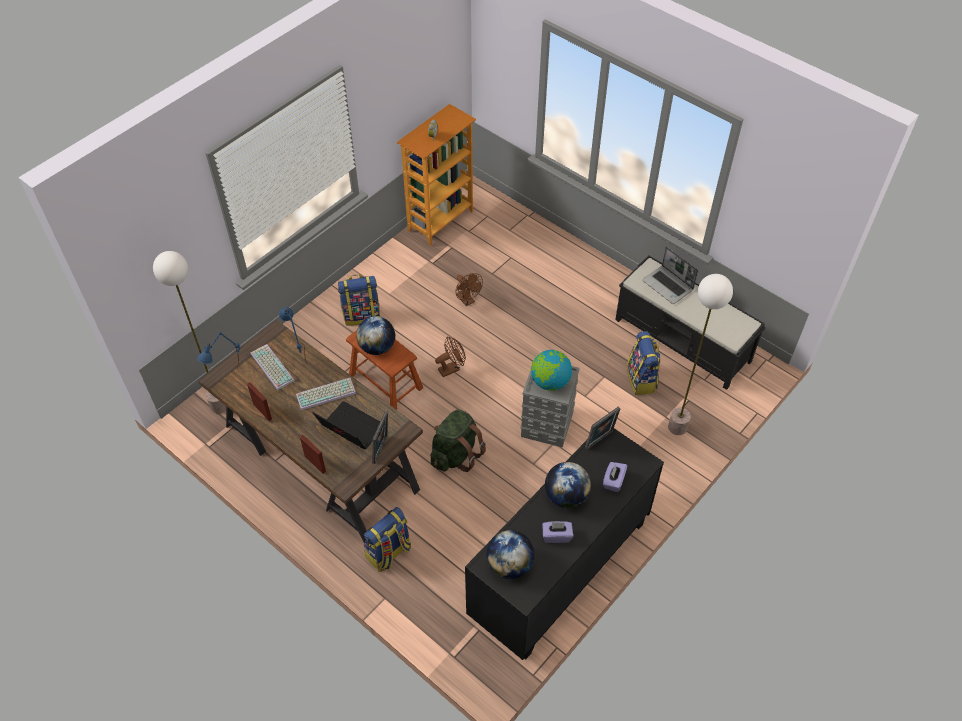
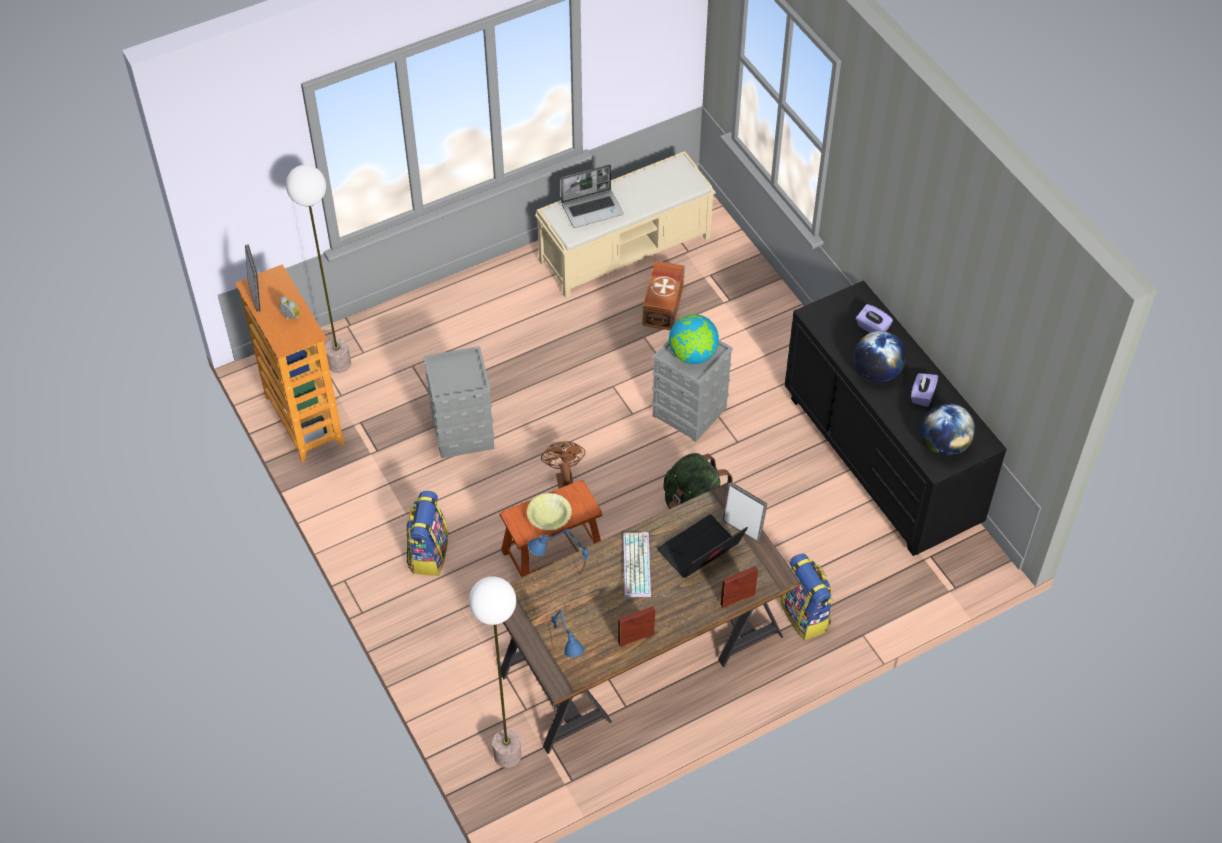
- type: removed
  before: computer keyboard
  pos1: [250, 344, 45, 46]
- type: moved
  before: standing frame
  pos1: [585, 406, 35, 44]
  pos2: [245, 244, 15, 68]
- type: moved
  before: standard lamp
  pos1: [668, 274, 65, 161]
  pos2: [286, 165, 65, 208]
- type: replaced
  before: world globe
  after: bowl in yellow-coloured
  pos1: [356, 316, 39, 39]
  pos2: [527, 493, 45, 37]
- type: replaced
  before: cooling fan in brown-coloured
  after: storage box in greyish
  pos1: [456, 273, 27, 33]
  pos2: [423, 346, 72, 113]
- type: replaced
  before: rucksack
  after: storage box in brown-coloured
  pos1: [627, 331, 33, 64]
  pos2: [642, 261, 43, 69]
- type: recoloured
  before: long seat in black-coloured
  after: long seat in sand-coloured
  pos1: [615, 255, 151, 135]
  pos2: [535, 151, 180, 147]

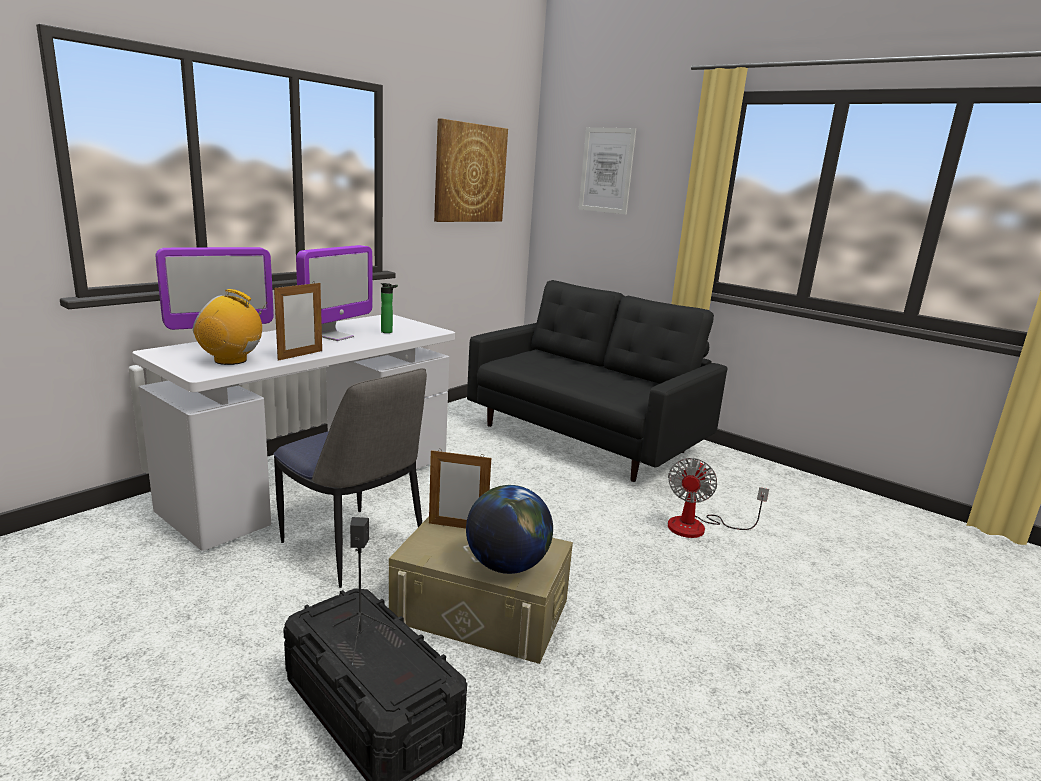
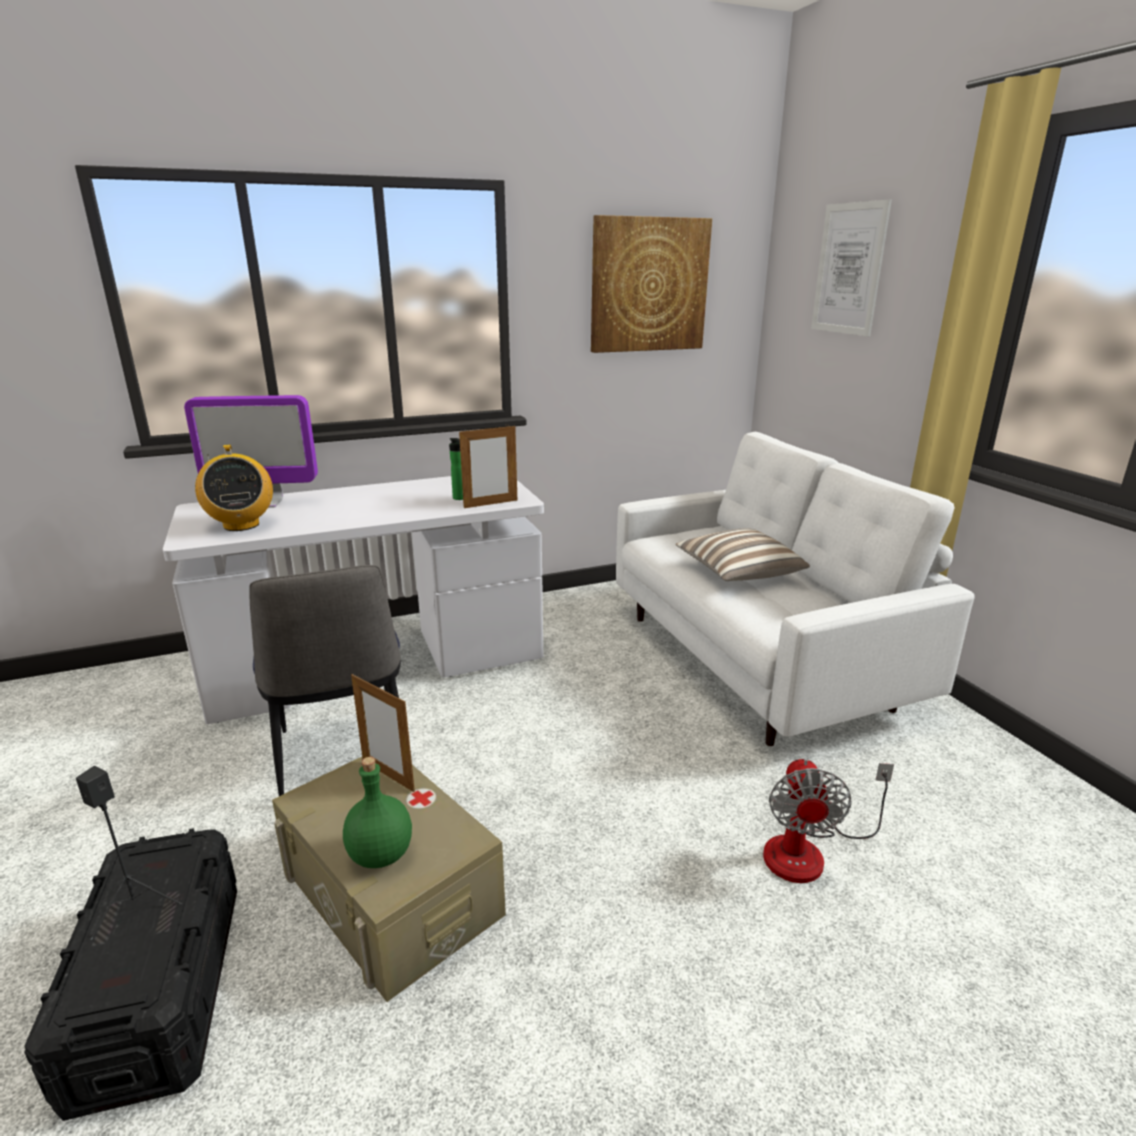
- type: removed
  before: computer screen
  pos1: [296, 245, 77, 96]
- type: added
  after: throw pillow
  pos2: [676, 528, 134, 53]
- type: moved
  before: standing frame
  pos1: [274, 281, 48, 80]
  pos2: [459, 426, 58, 82]
- type: replaced
  before: world globe
  after: drink bottle in greenish
  pos1: [466, 485, 87, 89]
  pos2: [343, 757, 69, 111]
- type: recoloured
  before: couch in black-coloured
  after: couch in white-coloured
  pos1: [467, 280, 260, 202]
  pos2: [616, 432, 359, 314]
- type: turned
  before: radio receiver
  pos1: [193, 289, 75, 76]
  pos2: [195, 445, 78, 86]
  turn: -150
- type: turned
  before: cooling fan
  pos1: [668, 458, 101, 80]
  pos2: [763, 758, 131, 125]
  turn: -45

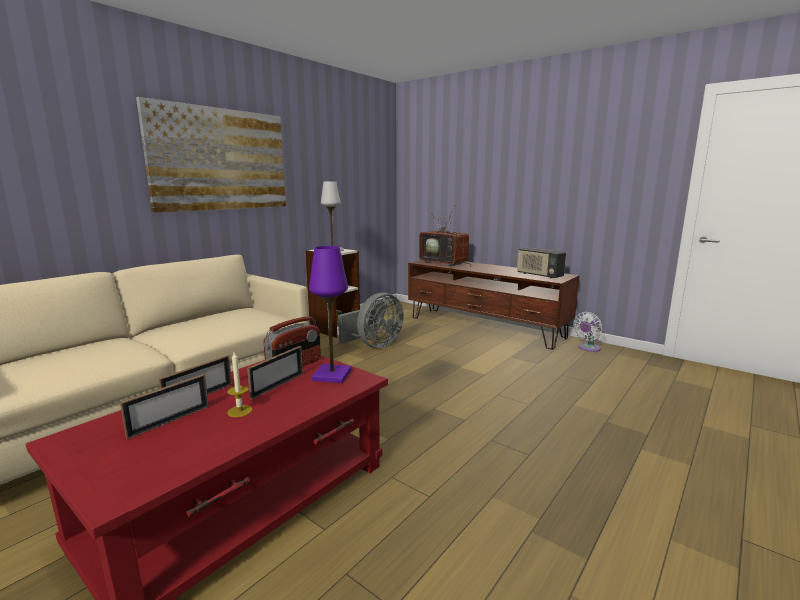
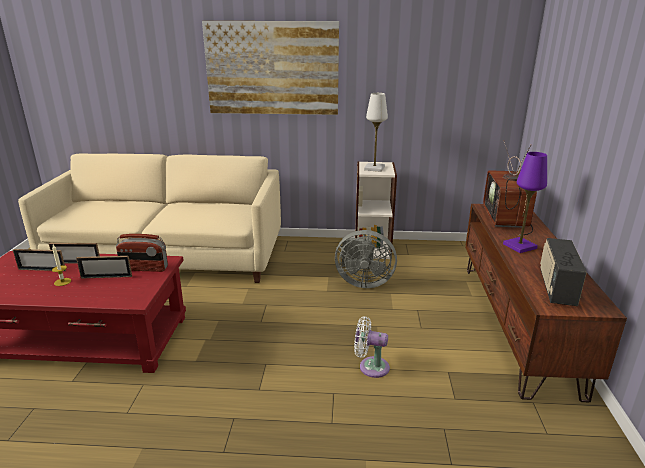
- type: moved
  before: table lamp in purplish
  pos1: [309, 246, 42, 137]
  pos2: [503, 152, 44, 101]
- type: moved
  before: cooling fan in white-coloured
  pos1: [573, 312, 29, 40]
  pos2: [354, 316, 36, 62]

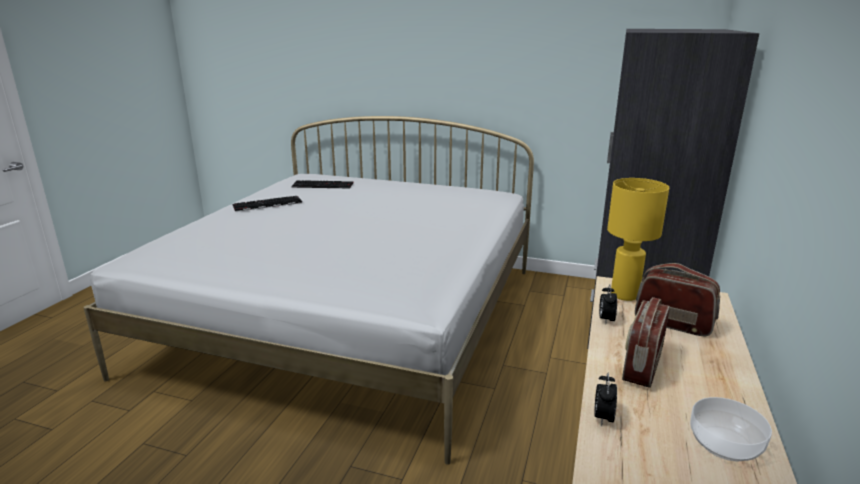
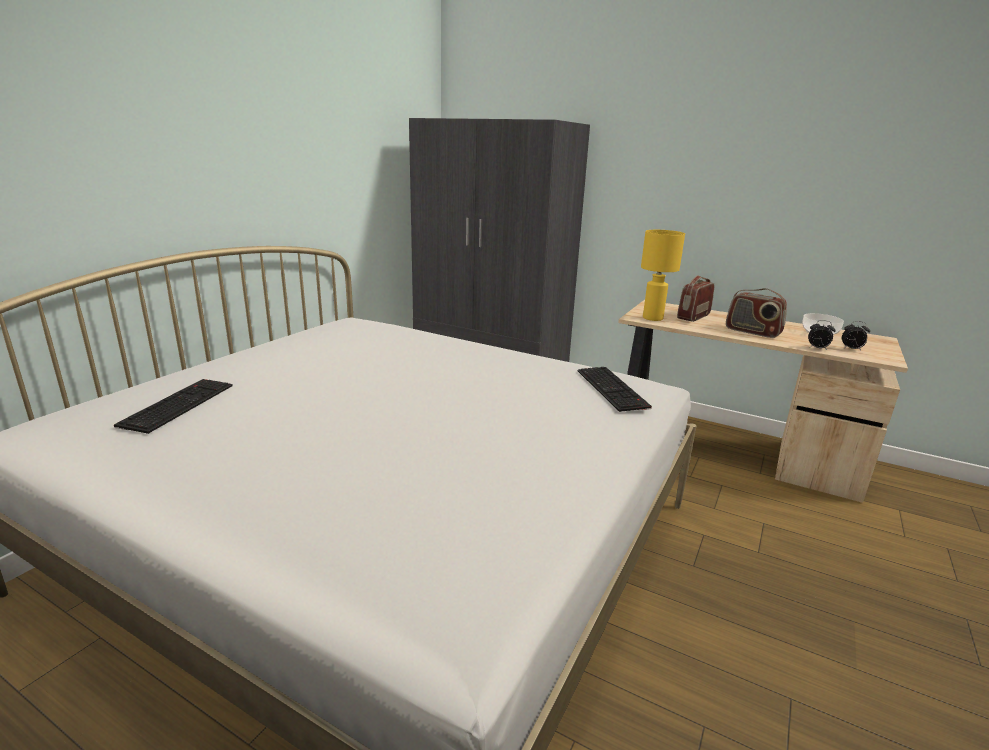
- type: moved
  before: computer keyboard
  pos1: [232, 196, 70, 16]
  pos2: [578, 367, 74, 45]
- type: moved
  before: alarm clock
  pos1: [599, 284, 18, 40]
  pos2: [842, 321, 28, 30]

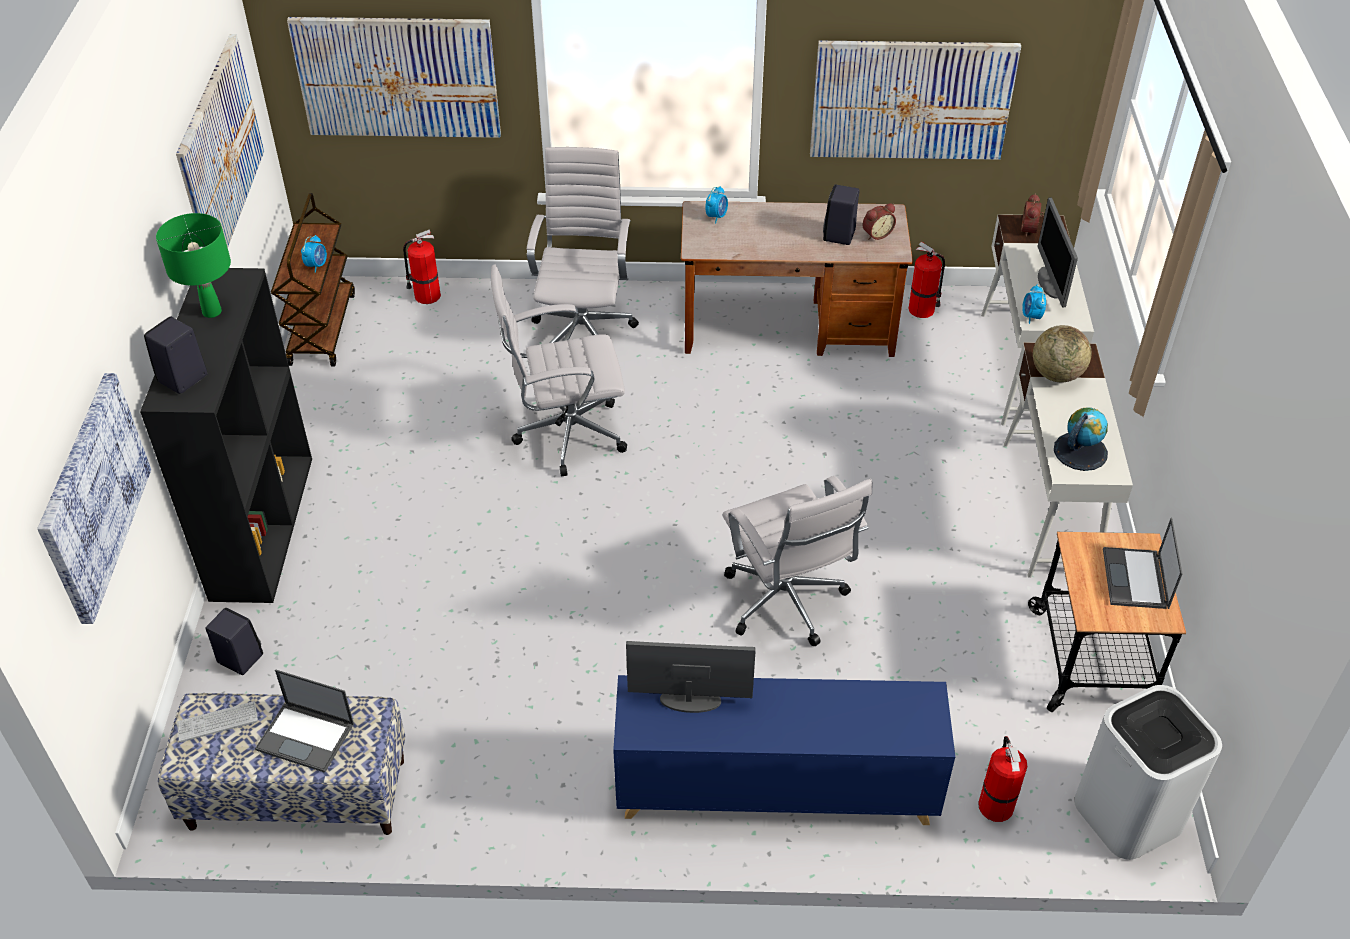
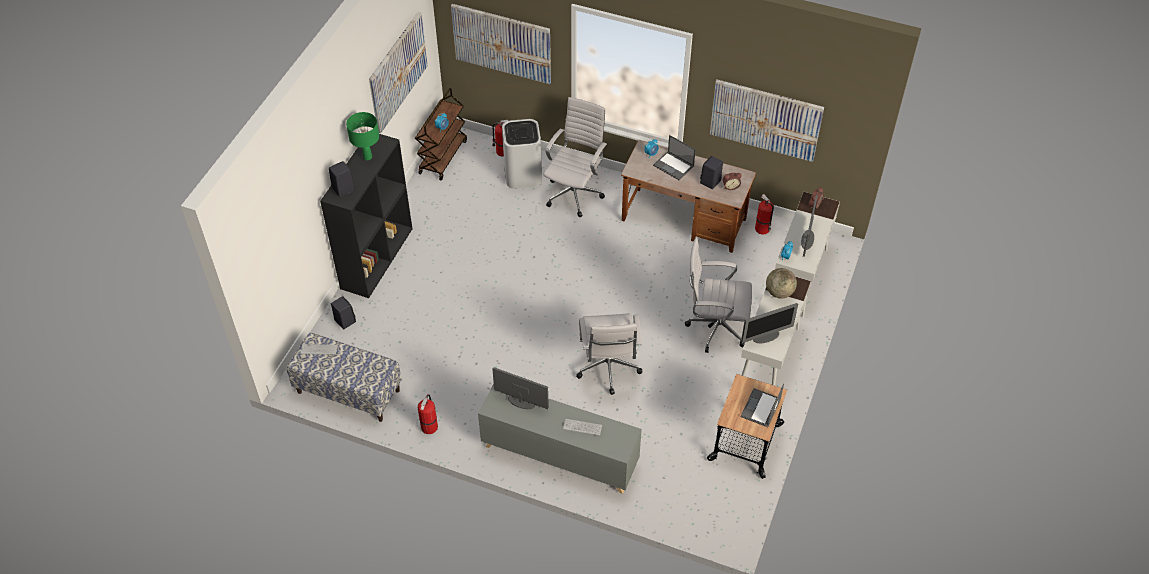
- type: removed
  before: wall art
  pos1: [37, 373, 114, 251]
- type: added
  after: computer keyboard
  pos2: [563, 419, 39, 17]
- type: moved
  before: portable computer
  pos1: [255, 669, 99, 104]
  pos2: [653, 135, 43, 45]
- type: moved
  before: office chair in white-coloured
  pos1: [491, 264, 136, 212]
  pos2: [685, 238, 67, 115]
- type: moved
  before: extinguisher
  pos1: [978, 736, 50, 86]
  pos2: [418, 394, 20, 40]
- type: moved
  before: waste bin in white-coloured
  pos1: [1074, 685, 148, 175]
  pos2: [502, 119, 40, 70]
- type: replaced
  before: world globe
  after: computer screen
  pos1: [1054, 407, 54, 64]
  pos2: [741, 303, 57, 40]
- type: recoloured
  before: cupboard in blue-coloured
  after: cupboard in greyish
  pos1: [613, 675, 342, 150]
  pos2: [478, 384, 164, 110]

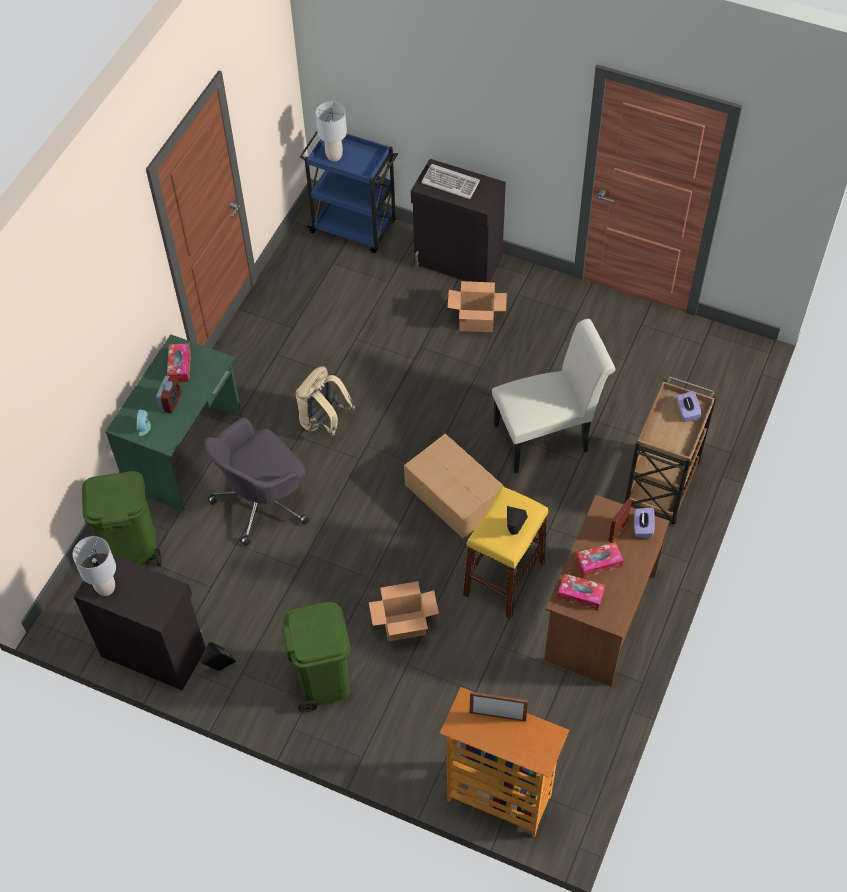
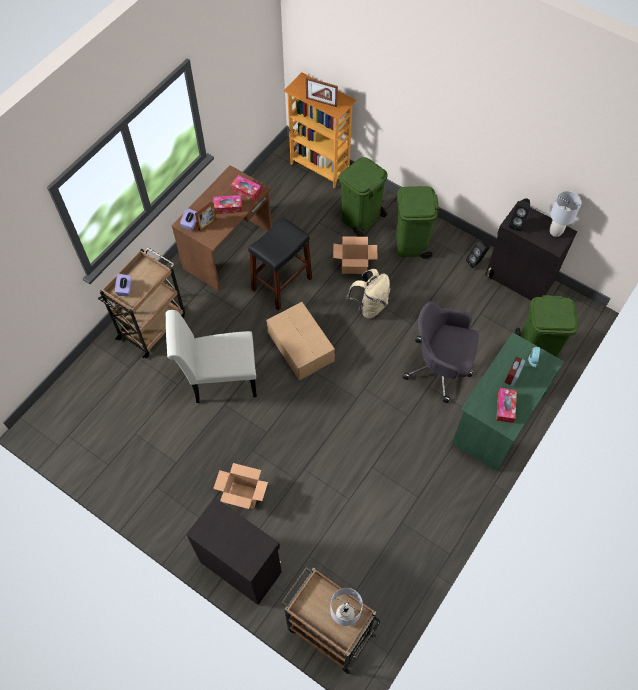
- type: removed
  before: computer keyboard
  pos1: [421, 164, 59, 35]
- type: added
  after: waste bin in greenish
  pos2: [338, 157, 50, 80]
- type: moved
  before: rucksack in sand-coloured
  pos1: [296, 366, 59, 69]
  pos2: [347, 269, 43, 50]
- type: moved
  before: loudspeaker in black-coloured
  pos1: [507, 506, 21, 29]
  pos2: [509, 198, 21, 33]
- type: recoloured
  before: trolley in blue-coloured
  after: trolley in brown-coloured
  pos1: [300, 131, 98, 122]
  pos2: [280, 567, 101, 108]
- type: recoloured
  before: stool seat in yellow-coloured
  after: stool seat in black-coloured
  pos1: [463, 486, 85, 133]
  pos2: [248, 217, 64, 94]
- type: turned
  before: office chair in greyish
  pos1: [204, 418, 105, 128]
  pos2: [403, 301, 76, 102]
  turn: -135

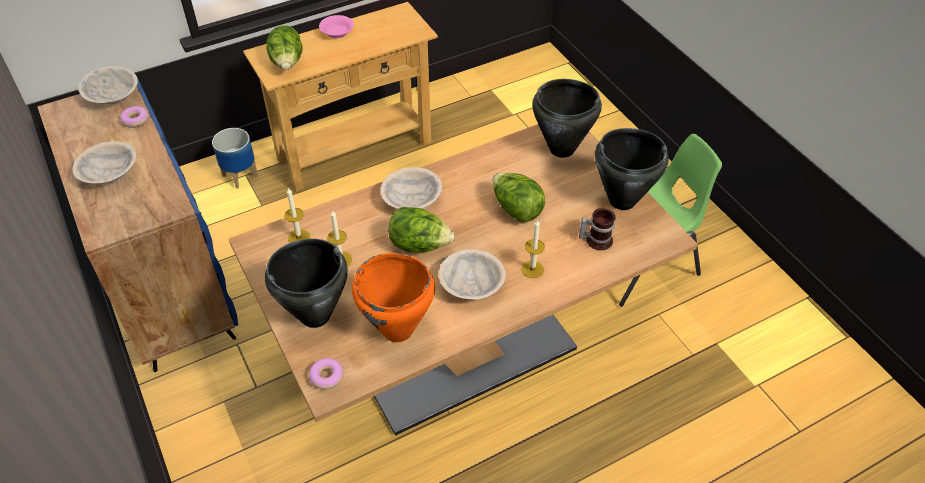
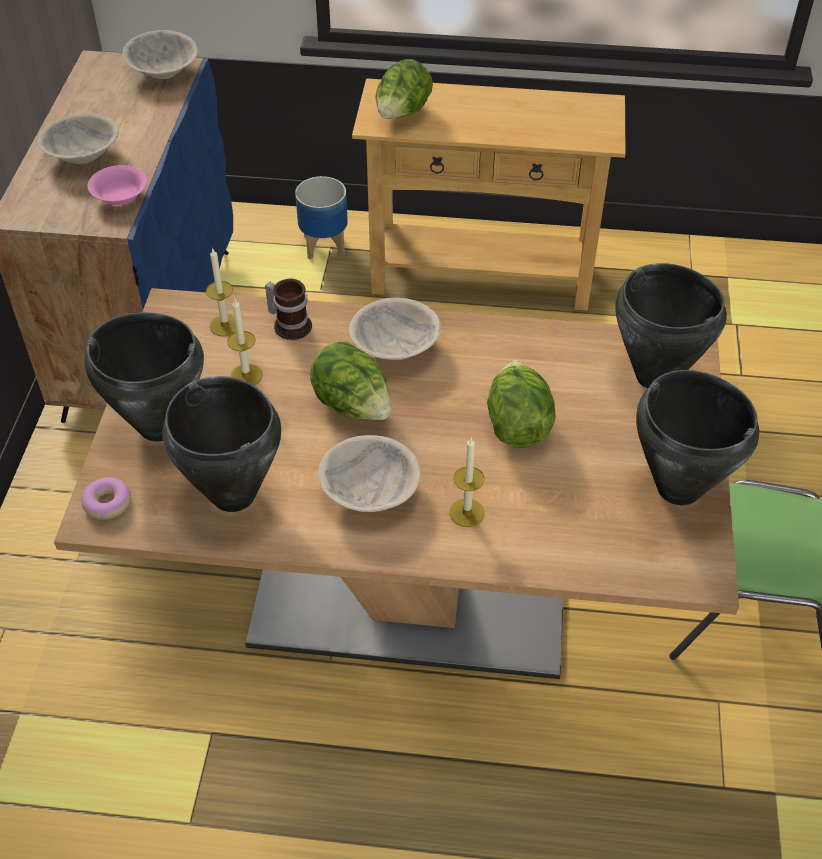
- type: removed
  before: donut
  pos1: [120, 106, 29, 22]
- type: moved
  before: bowl in pinkish
  pos1: [319, 15, 35, 23]
  pos2: [88, 165, 59, 40]
- type: moved
  before: mug
  pos1: [579, 208, 37, 42]
  pos2: [265, 279, 47, 61]
- type: recoloured
  before: cooking pot in orange-coloured
  after: cooking pot in black-coloured
  pos1: [352, 253, 83, 89]
  pos2: [163, 376, 118, 136]

